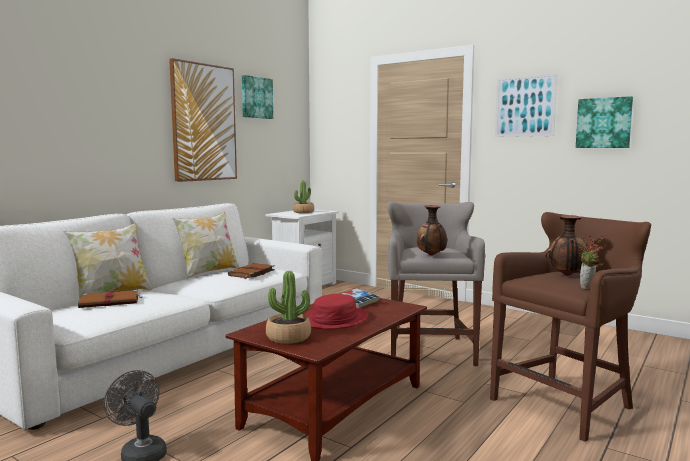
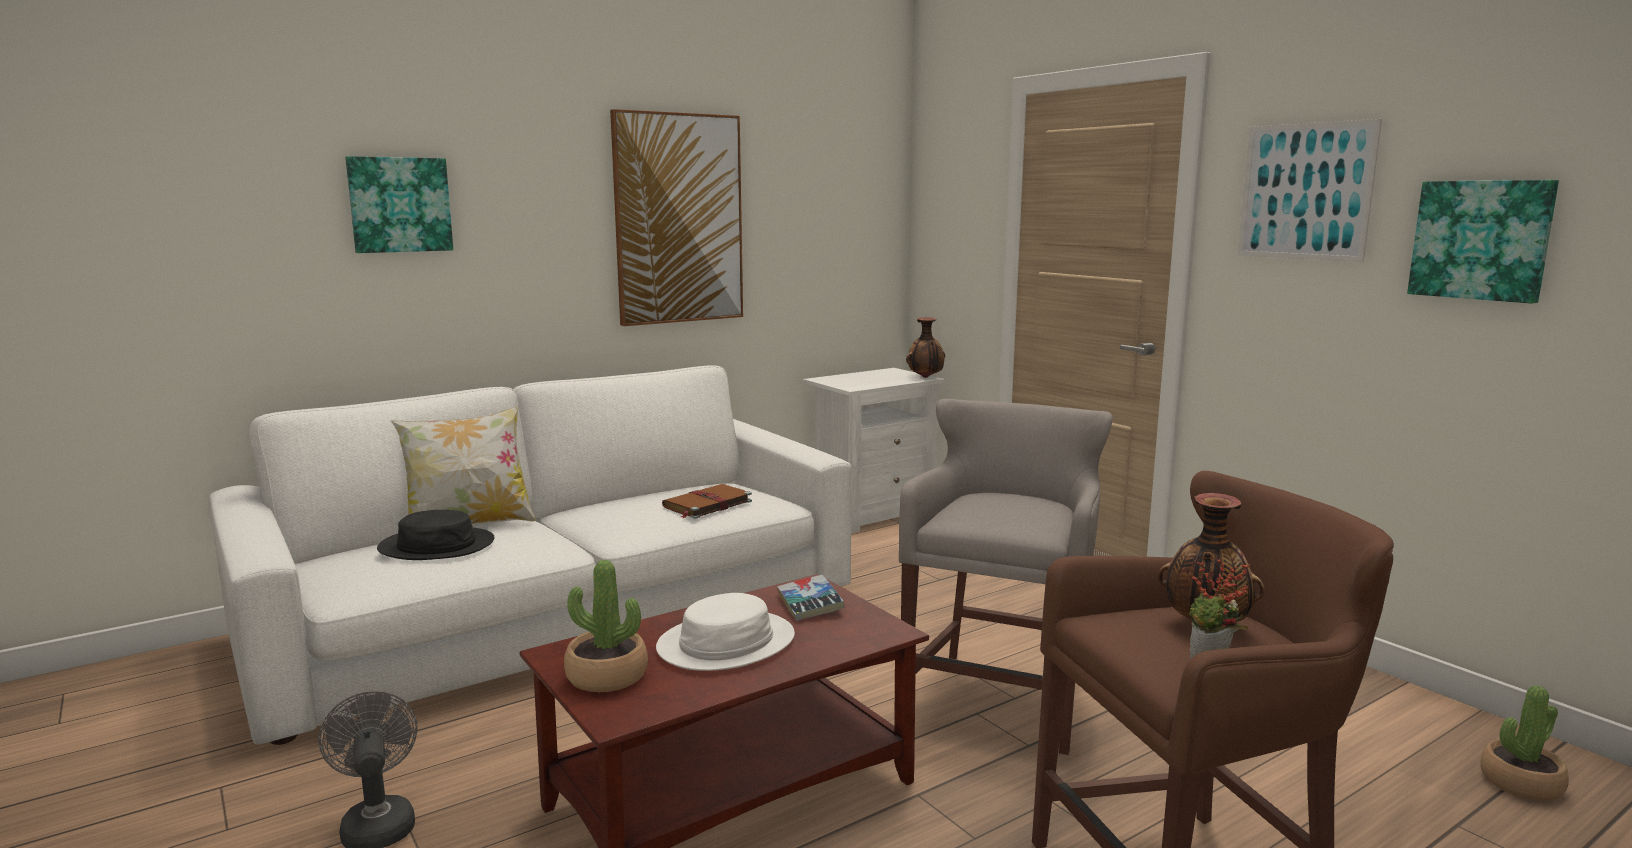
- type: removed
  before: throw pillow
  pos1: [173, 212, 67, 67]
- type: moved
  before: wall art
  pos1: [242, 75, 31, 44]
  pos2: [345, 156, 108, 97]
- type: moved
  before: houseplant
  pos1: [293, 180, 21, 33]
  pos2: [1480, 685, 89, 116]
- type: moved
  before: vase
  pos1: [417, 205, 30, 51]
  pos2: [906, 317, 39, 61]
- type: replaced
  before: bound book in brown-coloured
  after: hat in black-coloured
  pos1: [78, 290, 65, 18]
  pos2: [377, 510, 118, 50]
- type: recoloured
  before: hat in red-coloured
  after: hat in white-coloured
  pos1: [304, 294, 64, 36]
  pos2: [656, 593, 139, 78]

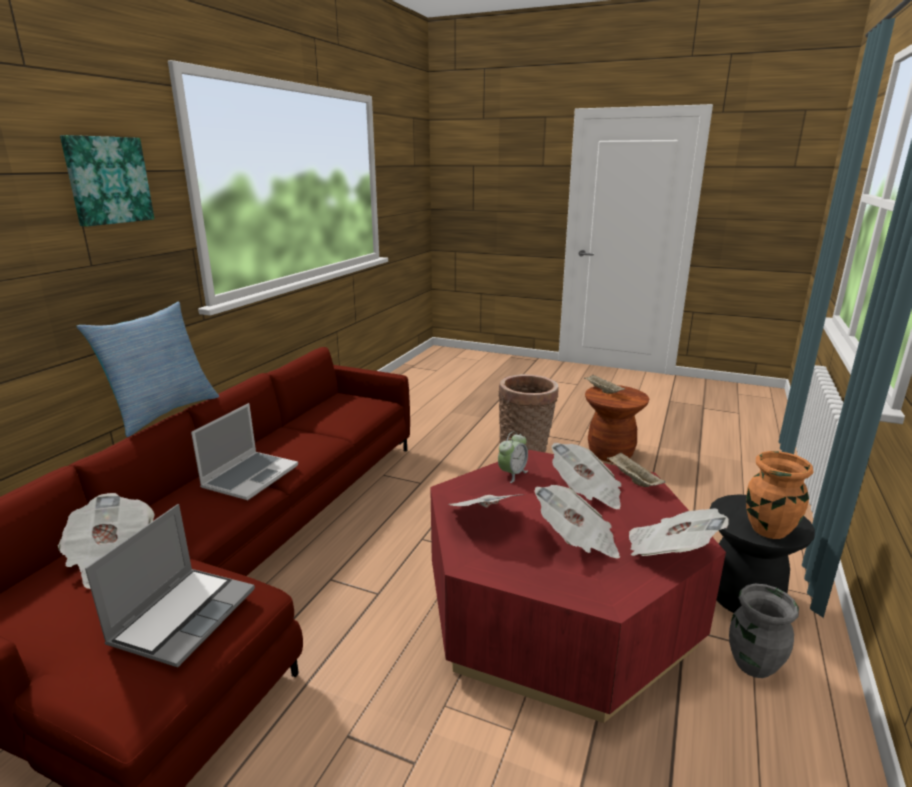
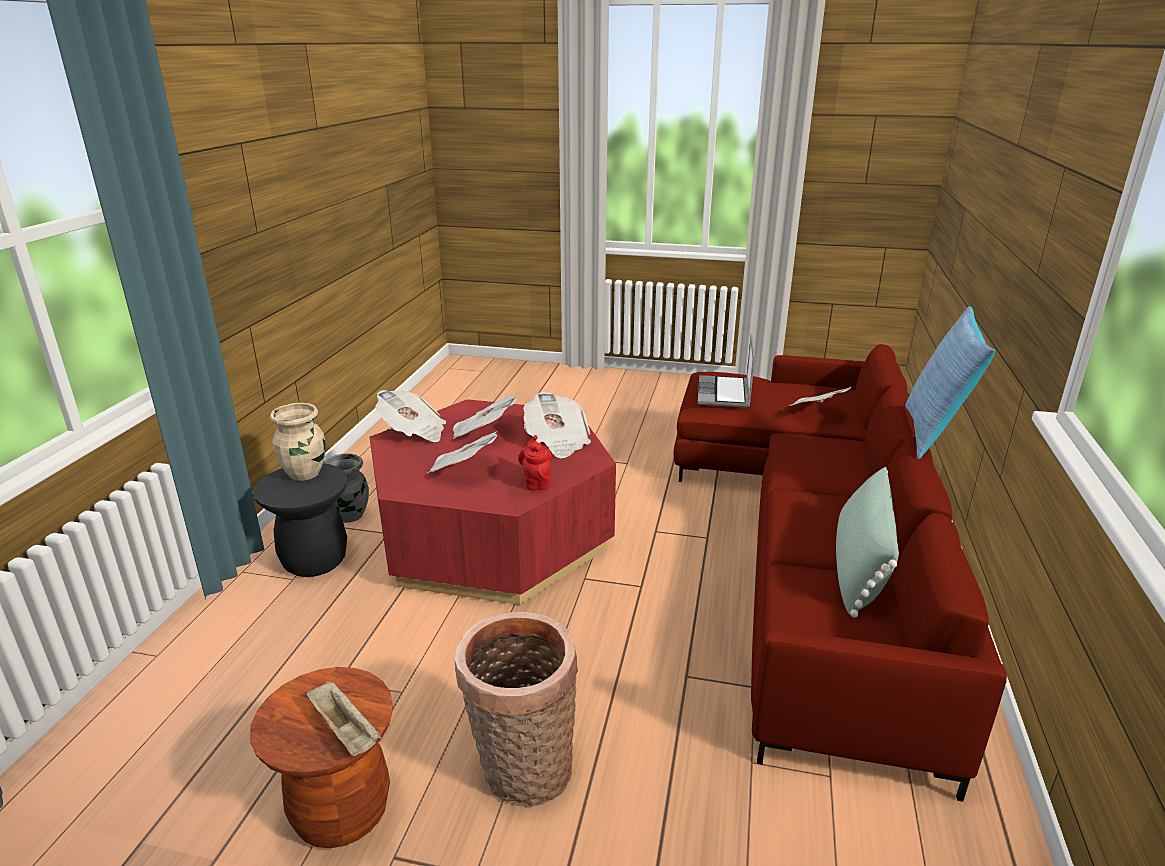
- type: removed
  before: wall art
  pos1: [60, 135, 94, 92]
- type: removed
  before: portable computer
  pos1: [191, 403, 107, 97]
- type: removed
  before: serving tray in sand-coloured
  pos1: [607, 453, 58, 34]
- type: added
  after: throw pillow in greenish
  pos2: [836, 467, 63, 151]
- type: replaced
  before: alarm clock
  after: tea pot in red-coloured
  pos1: [498, 431, 30, 52]
  pos2: [518, 435, 34, 55]
- type: recoloured
  before: vase in orange-coloured
  after: vase in sand-coloured
  pos1: [746, 451, 68, 88]
  pos2: [270, 403, 55, 78]

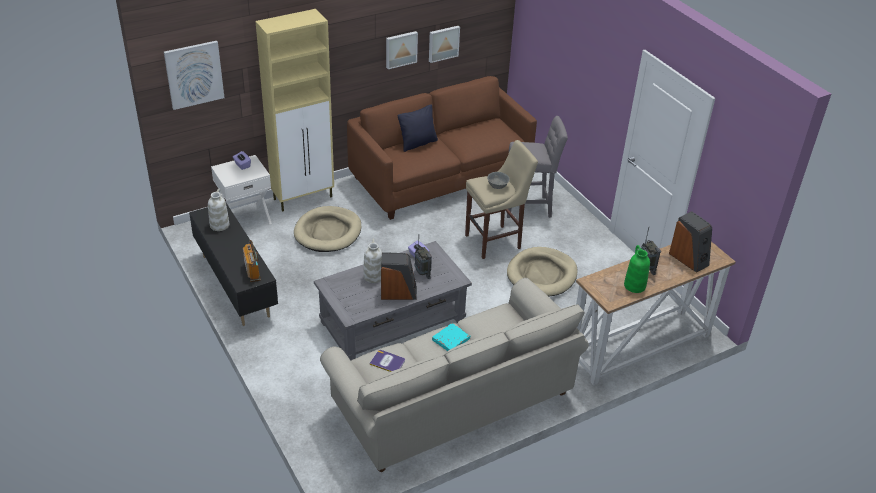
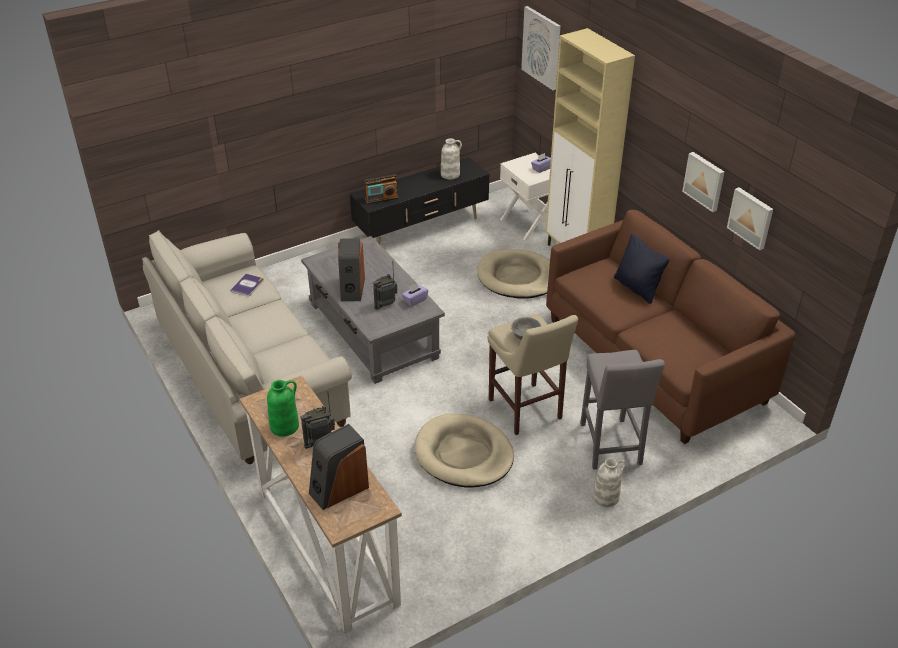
- type: removed
  before: bound book in turquoise-coloured
  pos1: [432, 323, 38, 28]
- type: moved
  before: vase in white-coloured
  pos1: [363, 239, 19, 44]
  pos2: [593, 458, 34, 49]

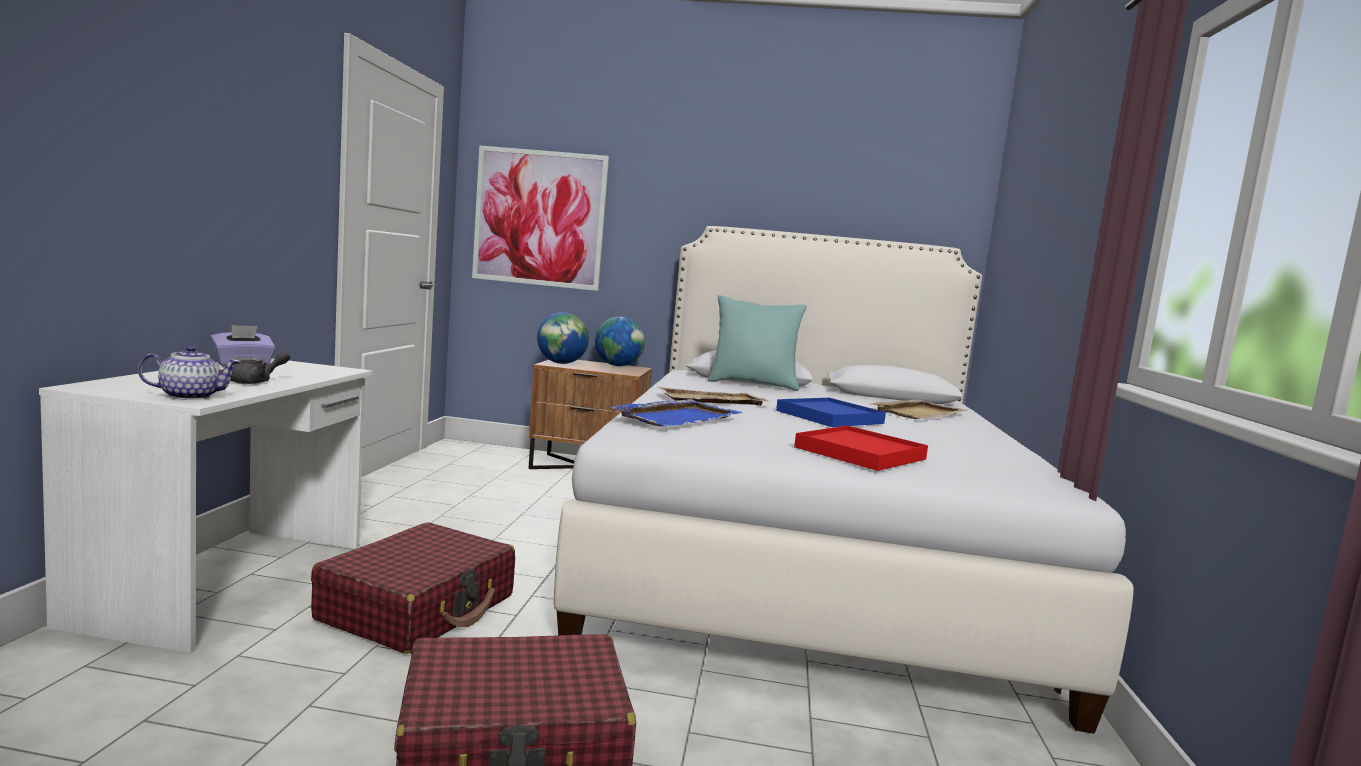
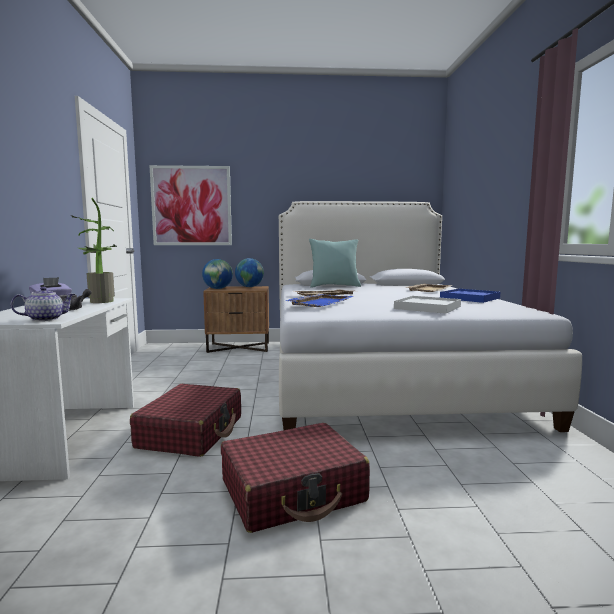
- type: added
  after: houseplant
  pos2: [71, 198, 46, 105]
- type: moved
  before: serving tray in blue-coloured
  pos1: [776, 398, 110, 29]
  pos2: [440, 289, 60, 14]
- type: recoloured
  before: serving tray in red-coloured
  after: serving tray in white-coloured
  pos1: [794, 426, 134, 45]
  pos2: [394, 296, 67, 18]

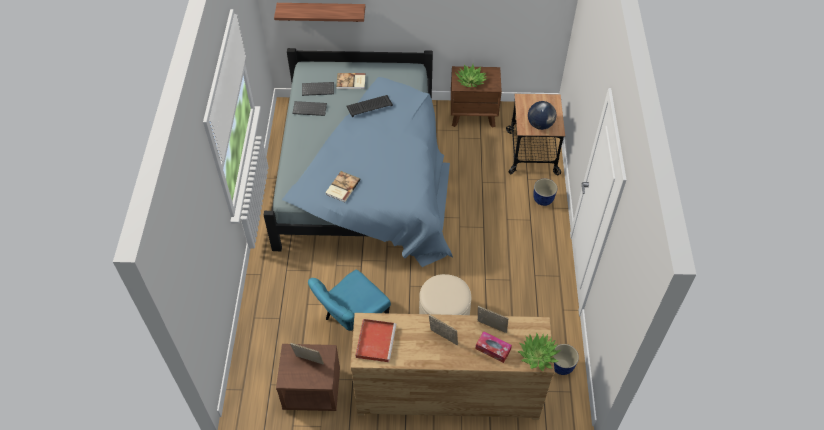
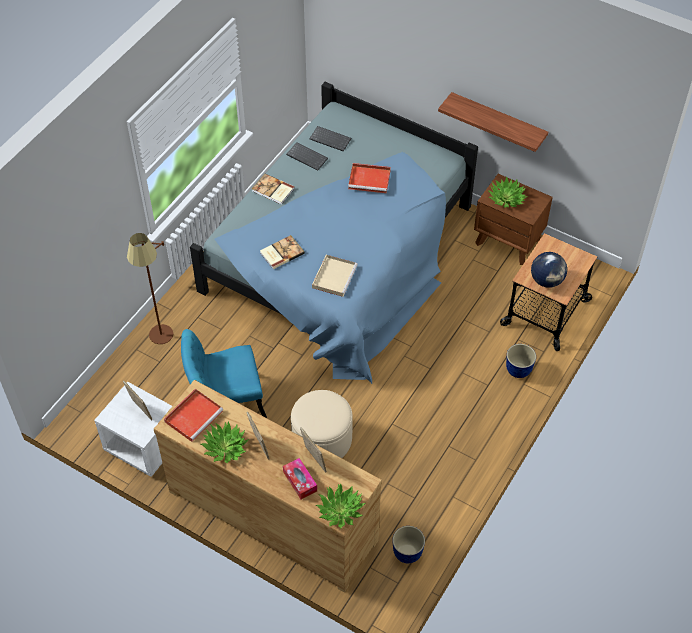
- type: added
  after: standard lamp in brown-coloured
  pos2: [127, 233, 46, 111]
- type: added
  after: houseplant
  pos2: [201, 421, 48, 43]
- type: added
  after: serving tray in sand-coloured
  pos2: [312, 255, 46, 42]
- type: moved
  before: bracket shelf
  pos1: [274, 3, 91, 19]
  pos2: [438, 92, 110, 60]
- type: moved
  before: bound book
  pos1: [336, 73, 30, 16]
  pos2: [252, 174, 43, 31]
- type: replaced
  before: computer keyboard
  after: serving tray in red-coloured
  pos1: [346, 95, 47, 22]
  pos2: [348, 163, 43, 30]
- type: recoloured
  before: bedside table in brown-coloured
  after: bedside table in white-coloured
  pos1: [276, 344, 64, 67]
  pos2: [94, 382, 78, 95]

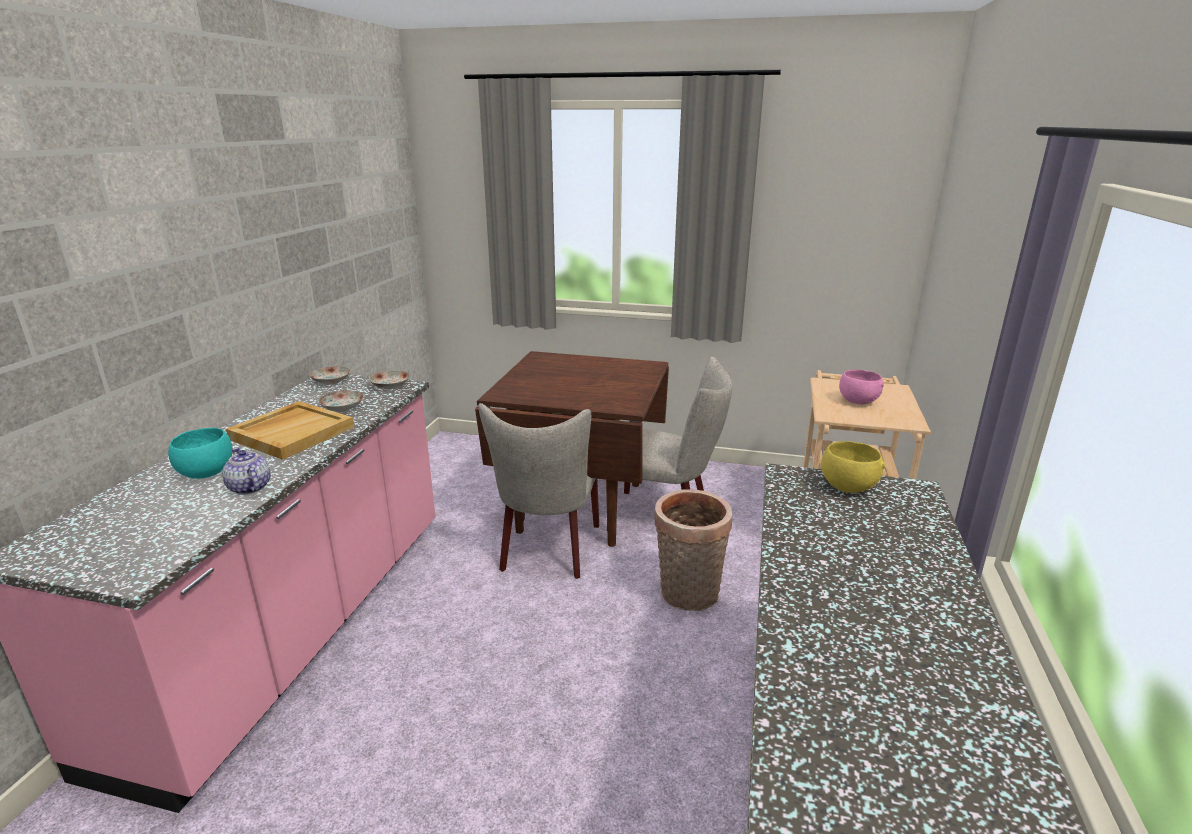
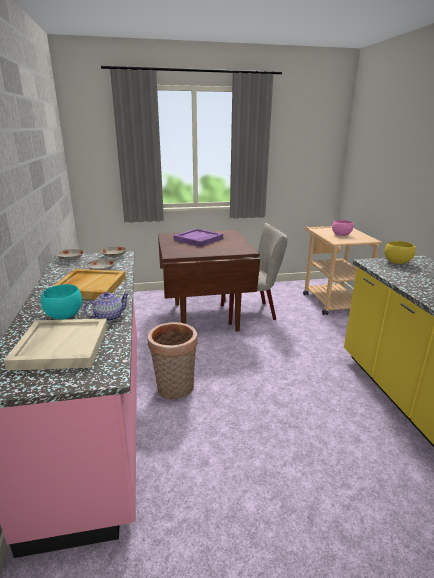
- type: removed
  before: upright chair in sand-coloured
  pos1: [479, 403, 120, 176]
- type: added
  after: serving tray in sand-coloured
  pos2: [4, 319, 104, 52]
- type: added
  after: serving tray in purplish
  pos2: [174, 228, 49, 19]
- type: moved
  before: basket
  pos1: [654, 489, 78, 122]
  pos2: [148, 322, 50, 78]
- type: turned
  before: tea pot
  pos1: [222, 448, 49, 47]
  pos2: [83, 292, 47, 30]
  turn: 120

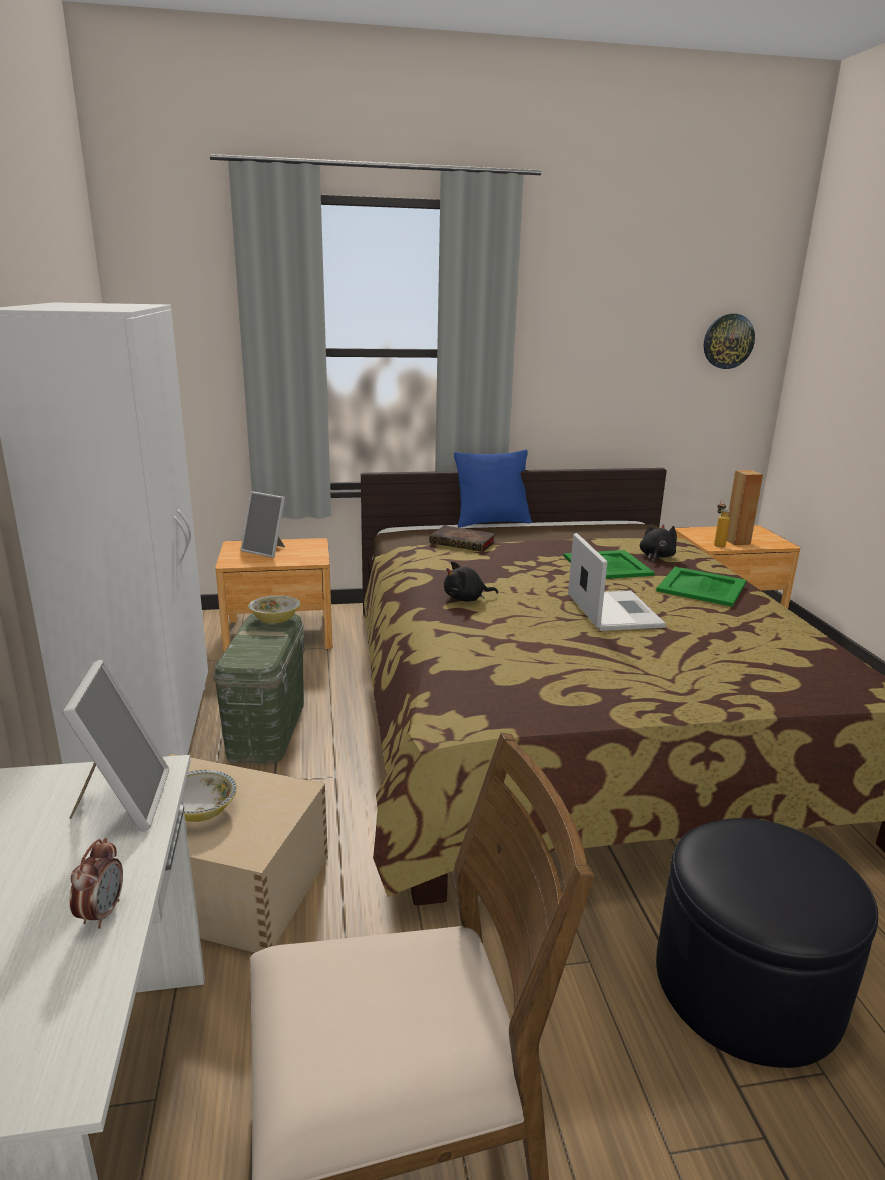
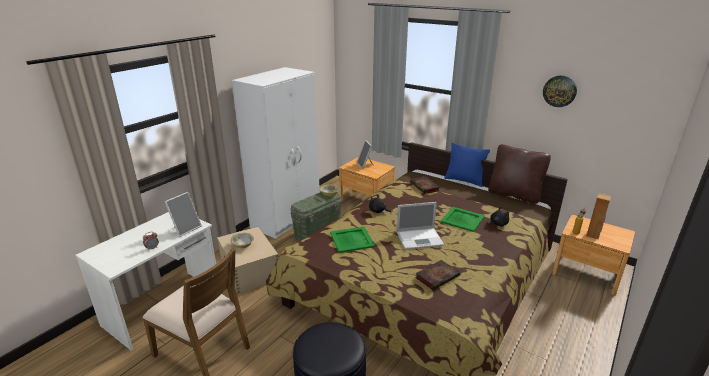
- type: added
  after: bound book
  pos2: [415, 260, 45, 30]
- type: added
  after: throw pillow in brown-coloured
  pos2: [488, 144, 63, 60]
- type: moved
  before: serving tray in greenish
  pos1: [656, 567, 90, 40]
  pos2: [330, 227, 45, 26]
- type: moved
  before: wall clock
  pos1: [704, 314, 51, 55]
  pos2: [543, 75, 34, 32]
- type: turned
  before: portable computer
  pos1: [568, 533, 98, 98]
  pos2: [397, 202, 47, 48]
  turn: 45

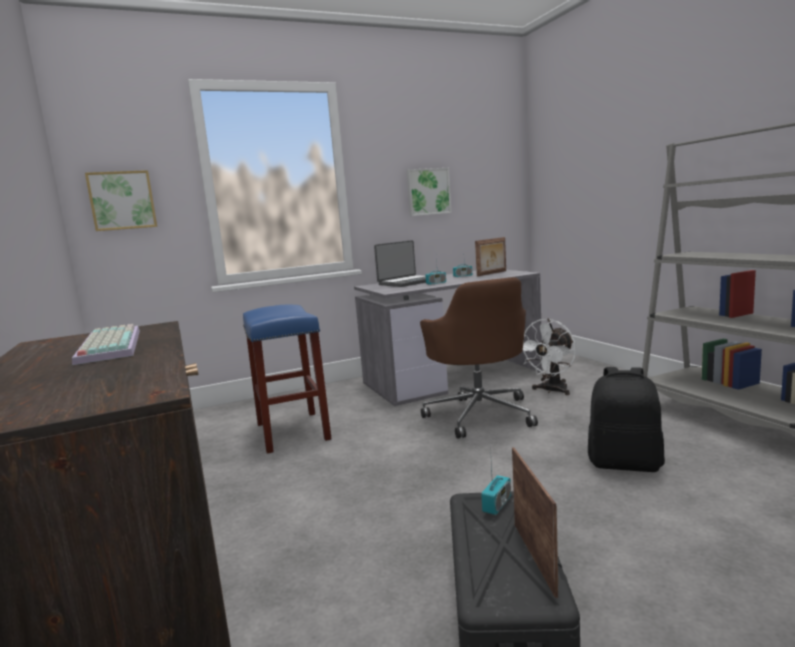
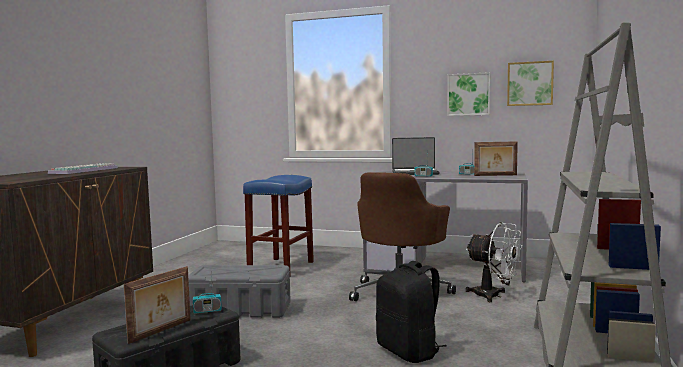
- type: added
  after: storage box in greyish
  pos2: [188, 265, 103, 53]
- type: moved
  before: wall art
  pos1: [85, 170, 72, 61]
  pos2: [507, 61, 47, 45]
- type: turned
  before: cooling fan in white-coloured
  pos1: [523, 318, 53, 77]
  pos2: [466, 222, 56, 80]
  turn: -135

